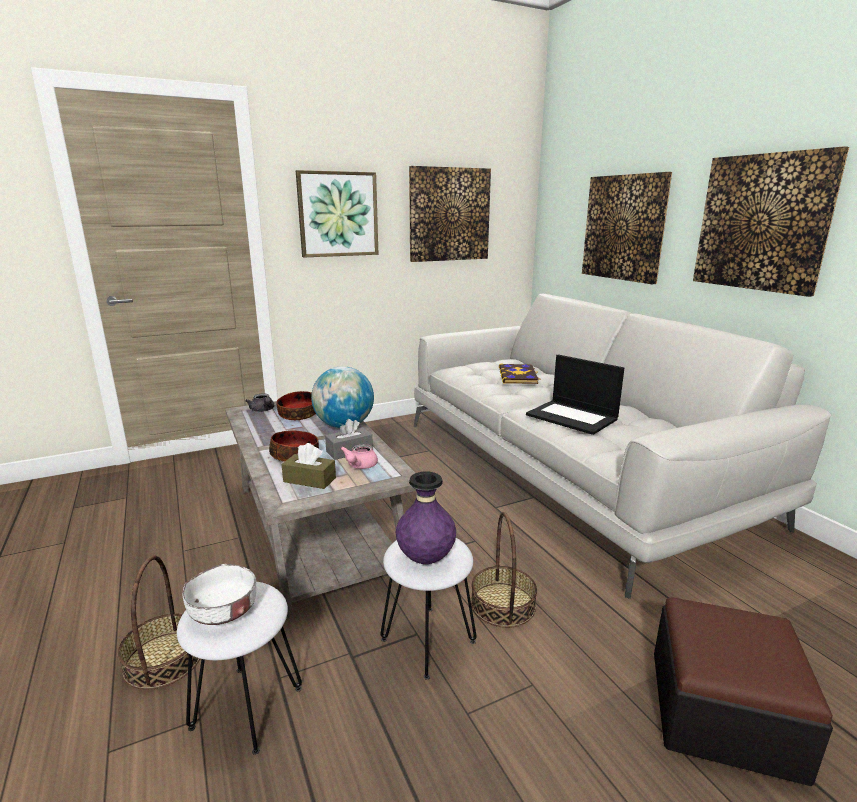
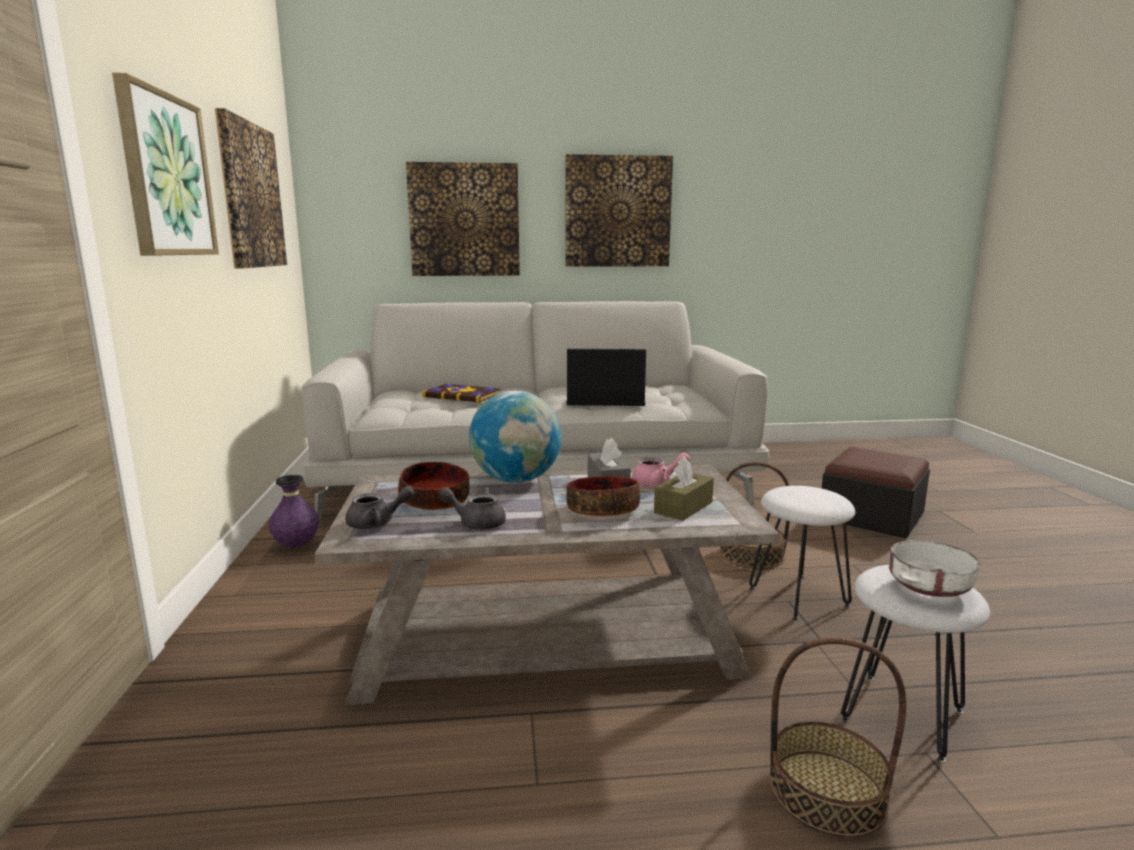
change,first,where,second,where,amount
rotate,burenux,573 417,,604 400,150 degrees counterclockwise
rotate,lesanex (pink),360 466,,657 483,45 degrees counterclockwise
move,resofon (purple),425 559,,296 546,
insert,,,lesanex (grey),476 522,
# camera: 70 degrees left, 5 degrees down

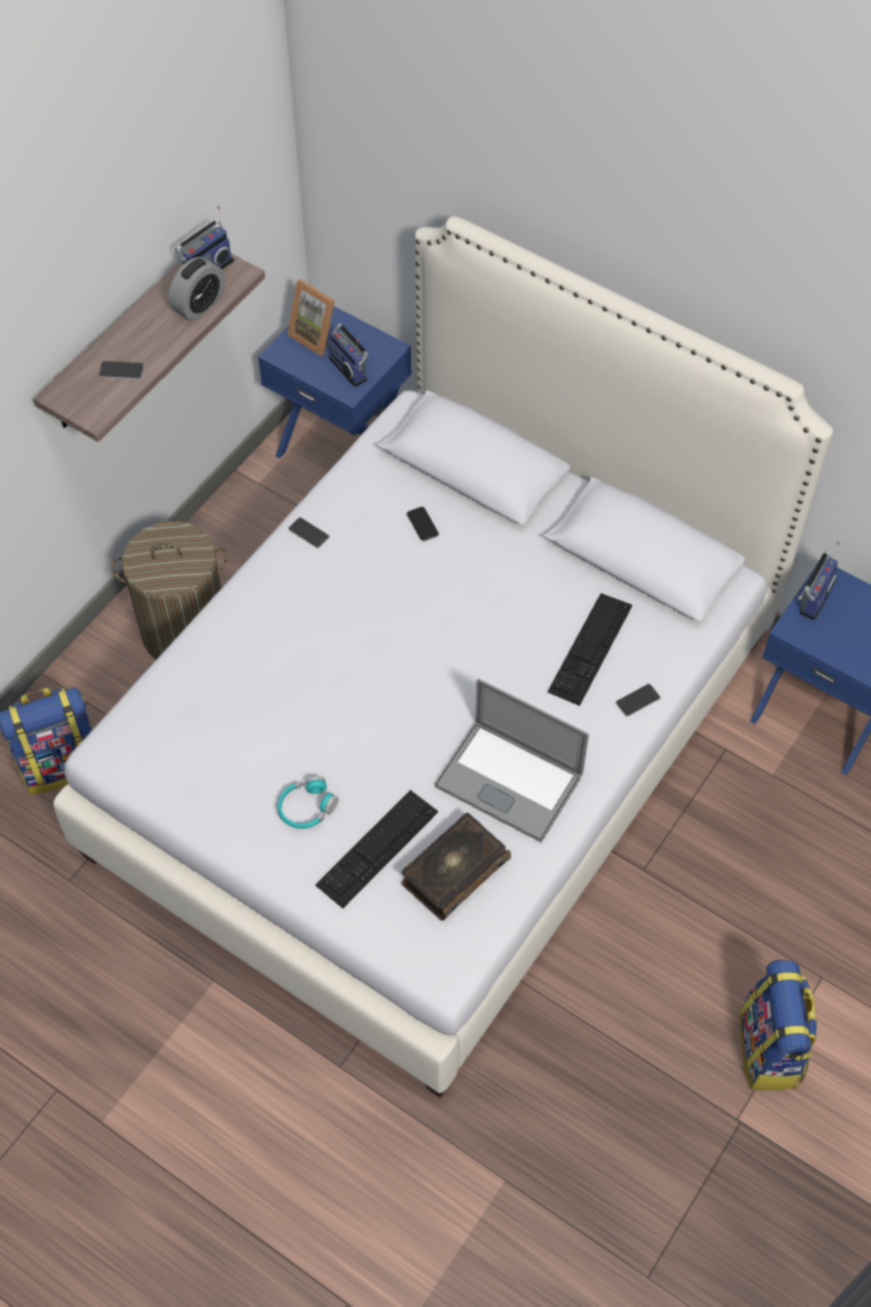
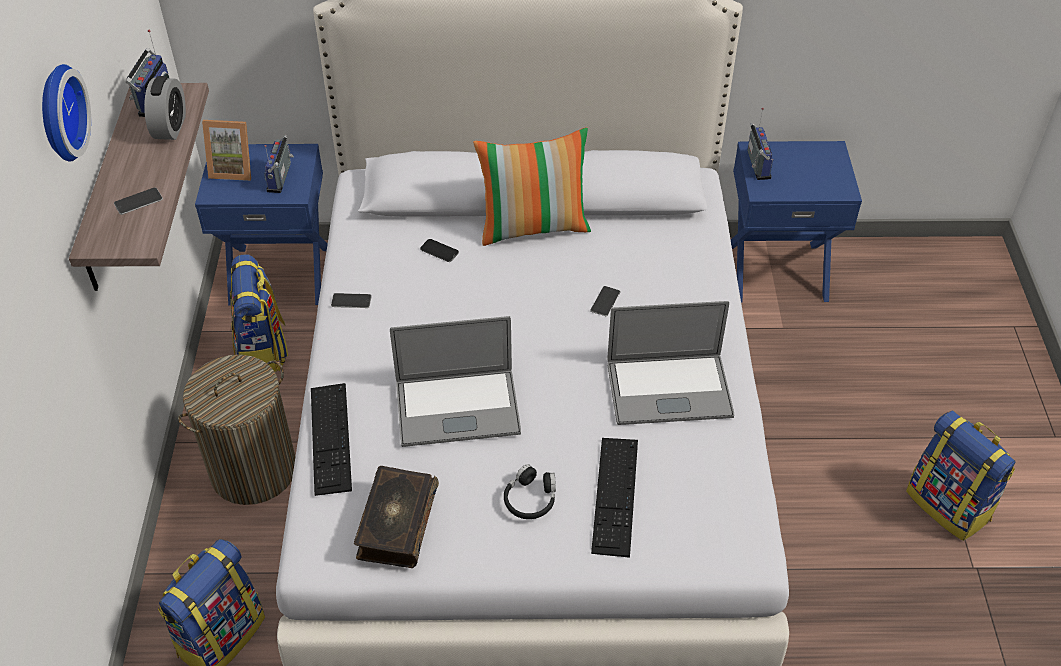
change,first,where,second,where,amount
rotate,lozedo,350 368,,281 178,75 degrees clockwise
move,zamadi,590 648,,330 438,
move,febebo,638 700,,605 301,
recolor,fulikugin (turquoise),307 807,fulikugin (black),530 499,
move,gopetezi,454 871,,396 524,
insert,,,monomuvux,57 113,
insert,,,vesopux,534 226,
insert,,,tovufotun,263 349,
insert,,,burenux,457 408,
# camera: 35 degrees left, 10 degrees down

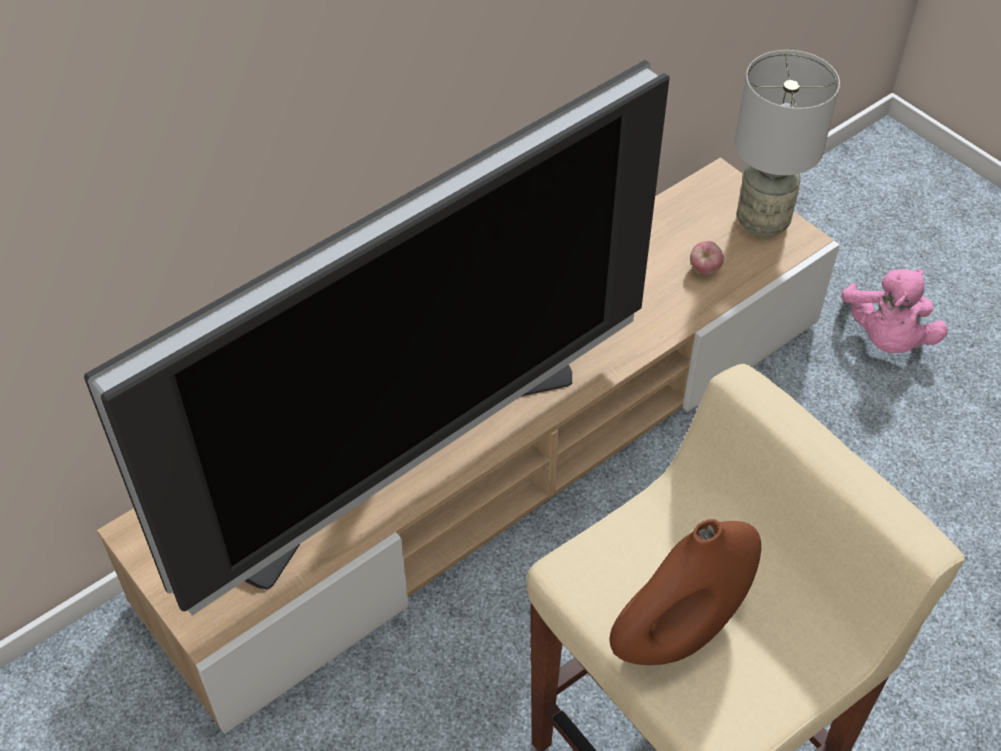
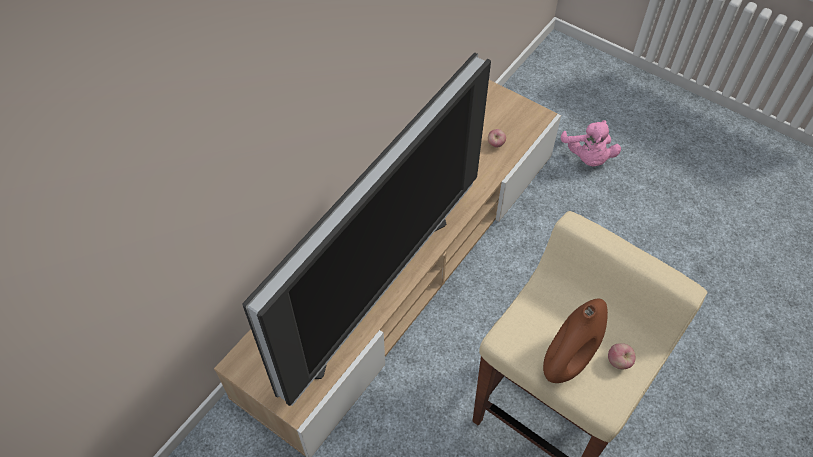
change,first,where,second,where,amount
delete,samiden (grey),763 222,,,
insert,,,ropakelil,618 362,
# camera: 15 degrees left, 5 degrees up

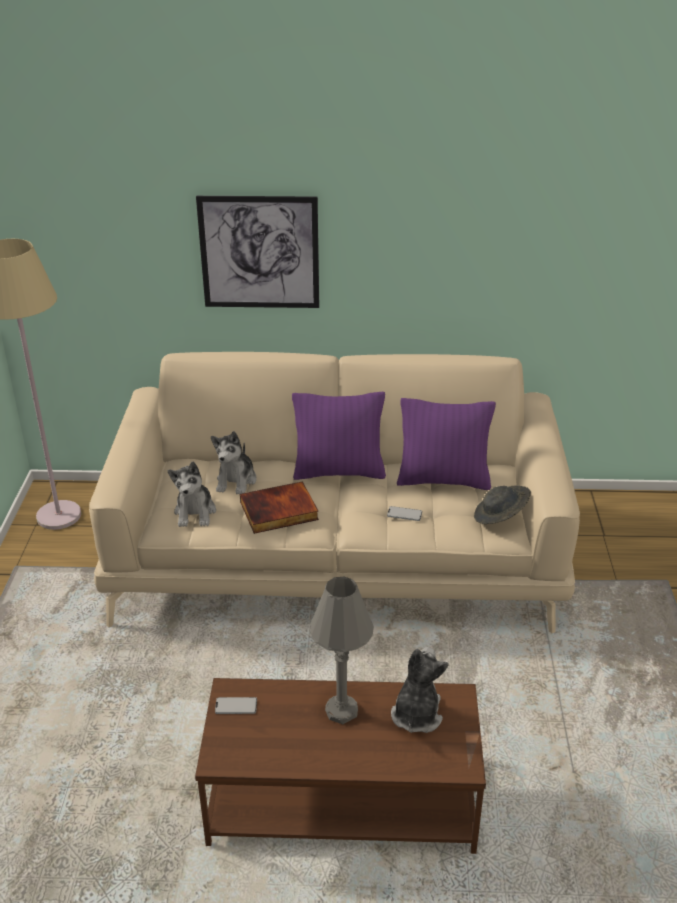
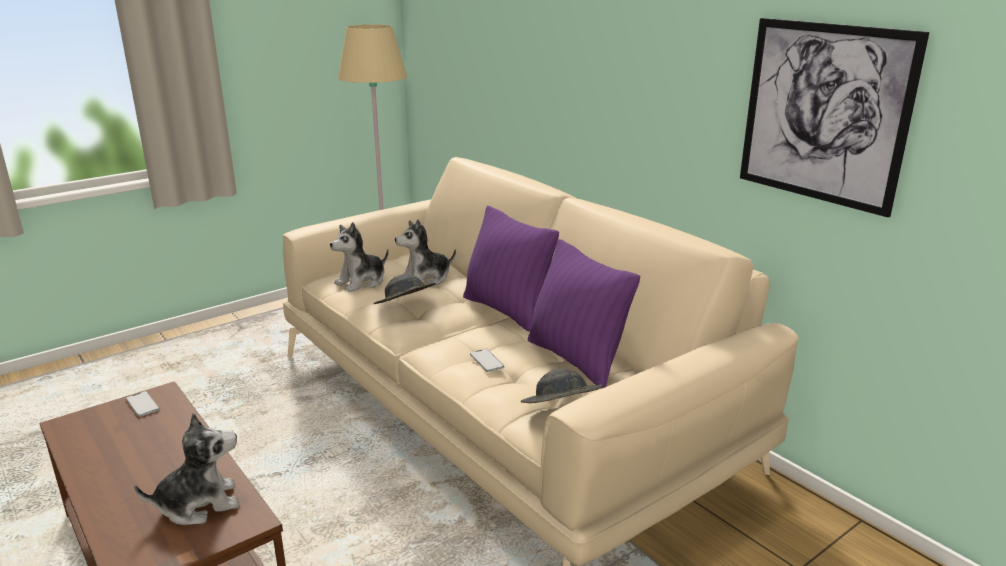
change,first,where,second,where,amount
move,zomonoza,259 252,,823 113,
replace,gopetezi,278 512,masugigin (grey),405 308,
delete,samiden (grey),341 711,,,
# camera: 50 degrees right, 10 degrees down

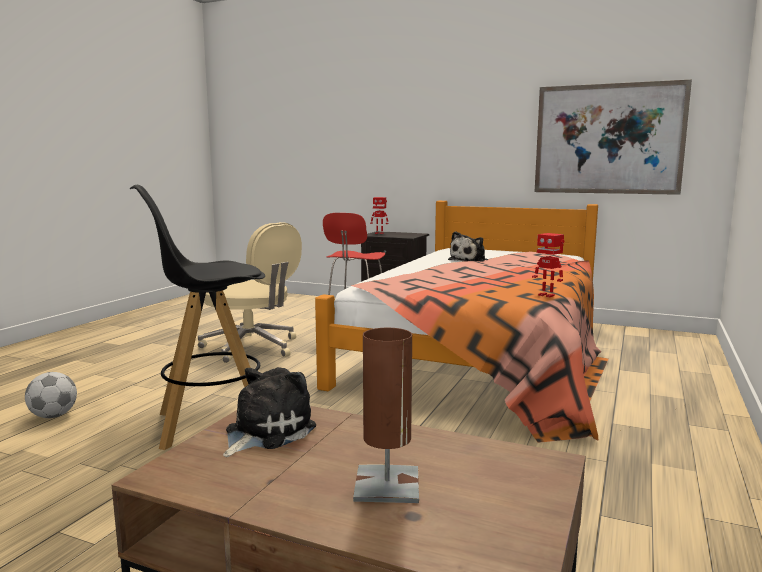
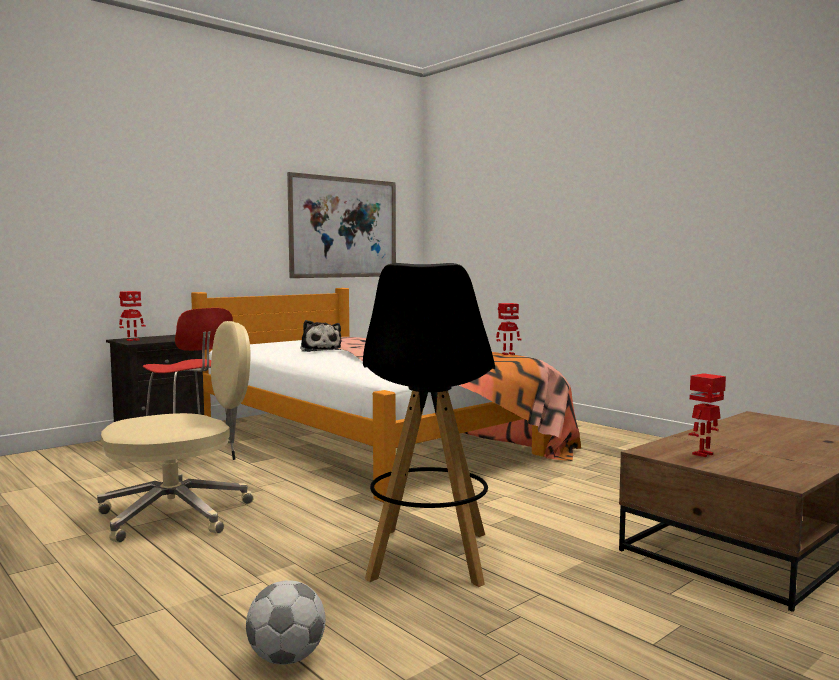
change,first,where,second,where,amount
delete,samiden (brown),387 485,,,
replace,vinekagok,266 432,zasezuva,704 454,
# camera: 65 degrees left, 5 degrees down

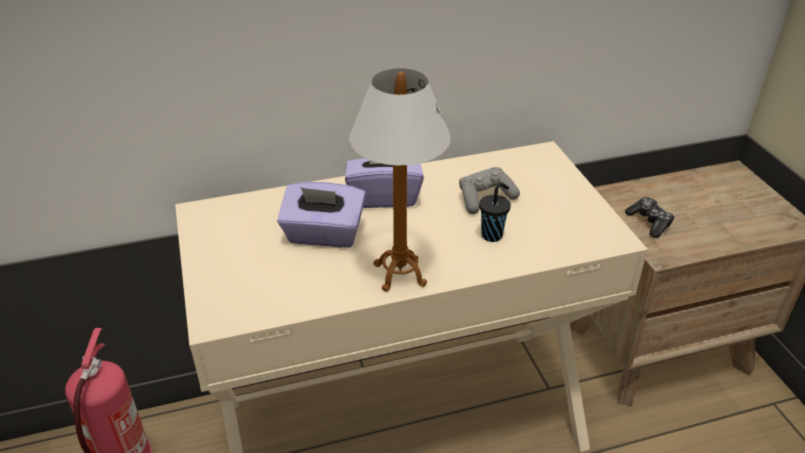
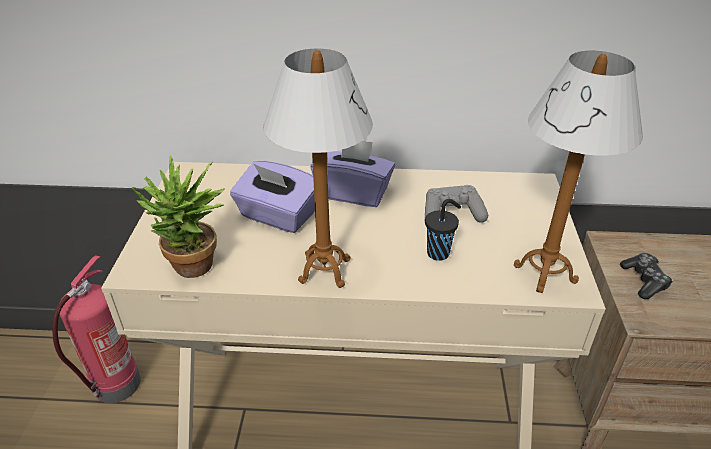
change,first,where,second,where,amount
insert,,,samiden,545 274,
insert,,,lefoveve,194 270,
# camera: 20 degrees right, 0 degrees up

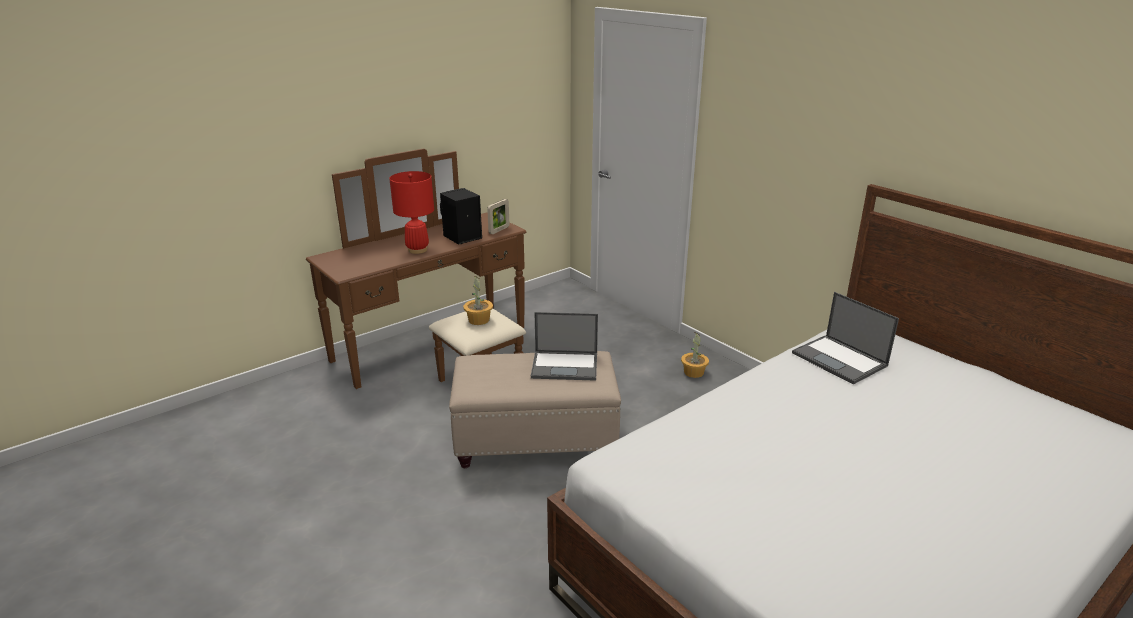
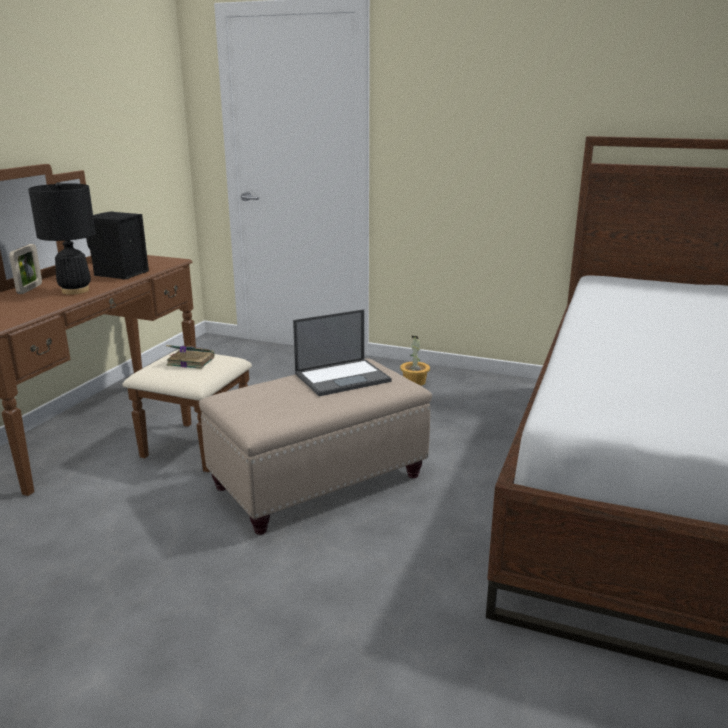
change,first,where,second,where,amount
recolor,samiden (red),417 250,samiden (black),75 291,
move,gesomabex,499 230,,30 289,
replace,lefoveve,478 320,gopetezi,190 361,
delete,burenux,840 360,,,
# camera: 30 degrees left, 5 degrees down

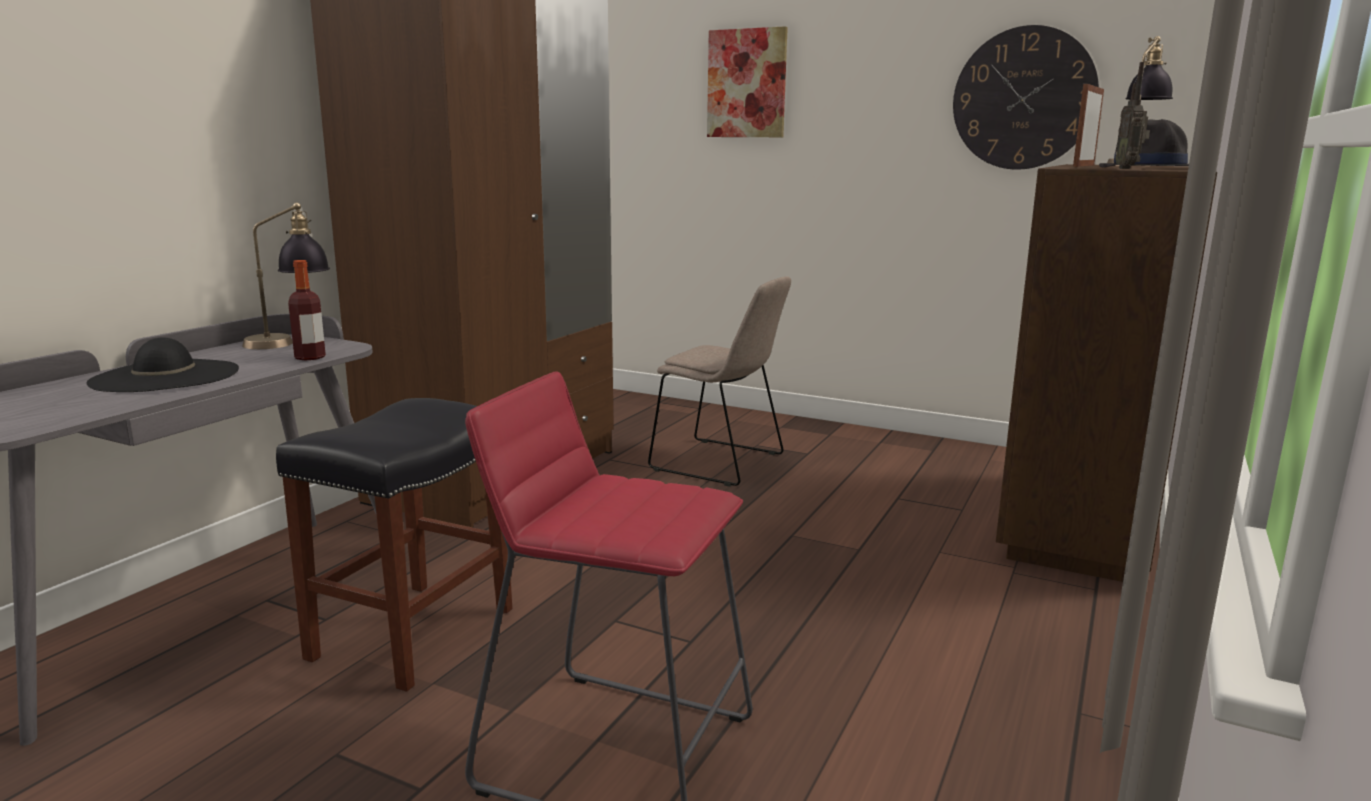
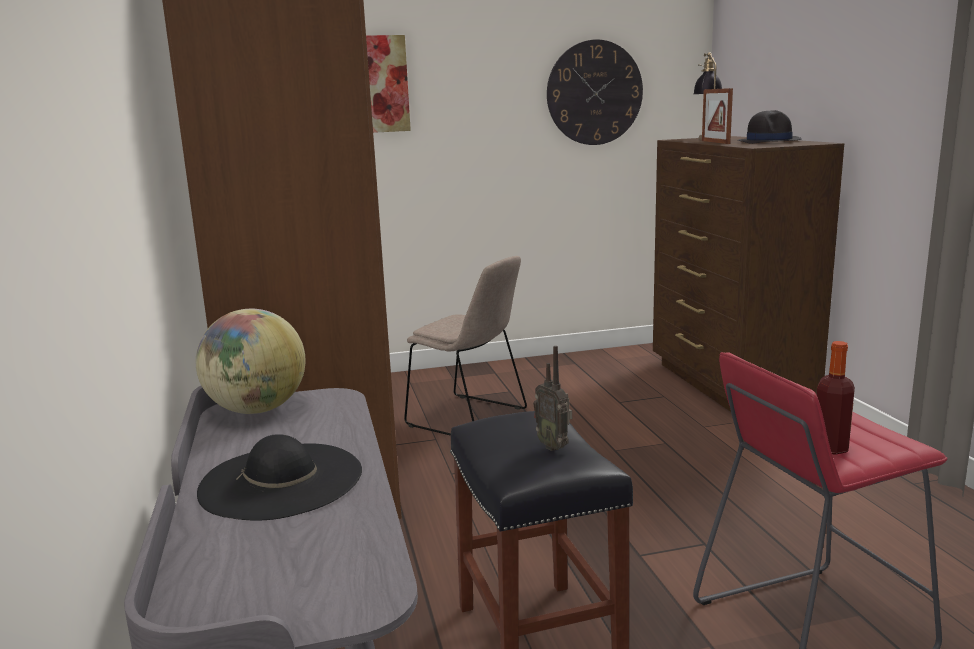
change,first,where,second,where,amount
move,lozedo,1128 168,,554 446,
replace,samiden,290 342,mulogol,257 410,
move,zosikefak,310 357,,830 448,
rotate,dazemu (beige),721 463,,470 418,45 degrees clockwise
# camera: 40 degrees left, 0 degrees up

